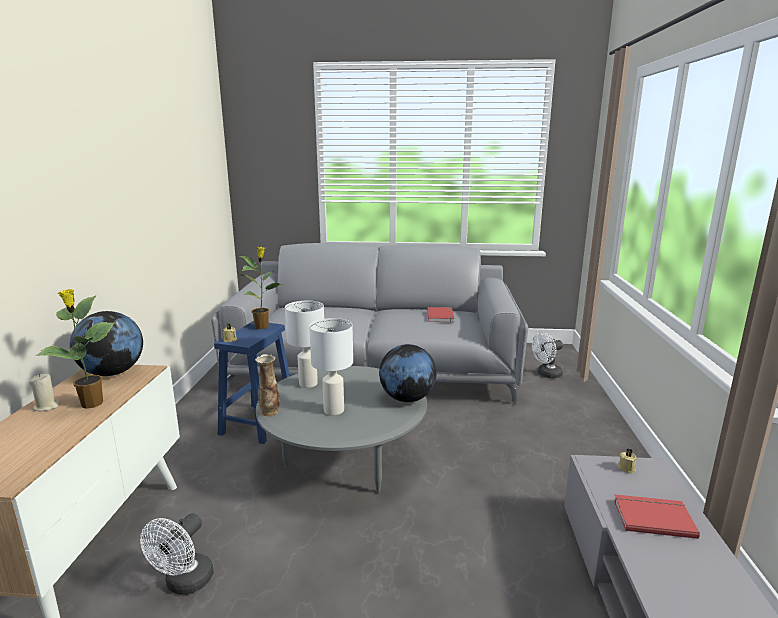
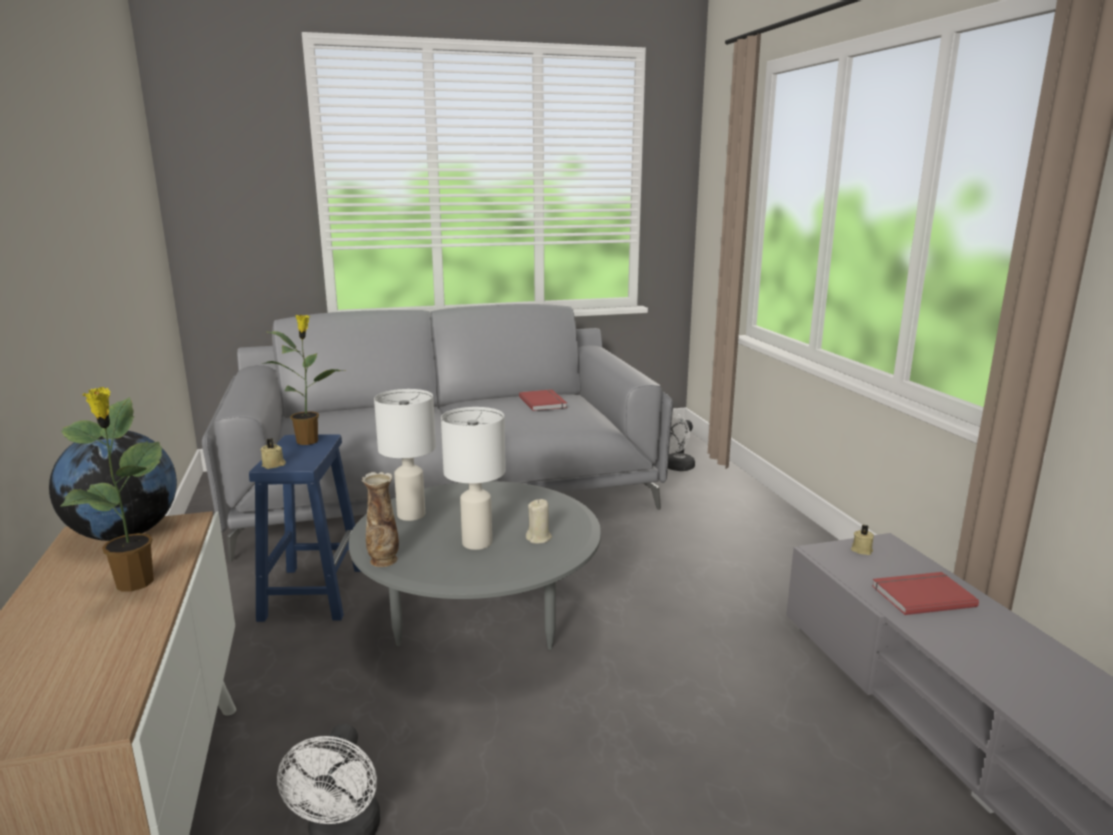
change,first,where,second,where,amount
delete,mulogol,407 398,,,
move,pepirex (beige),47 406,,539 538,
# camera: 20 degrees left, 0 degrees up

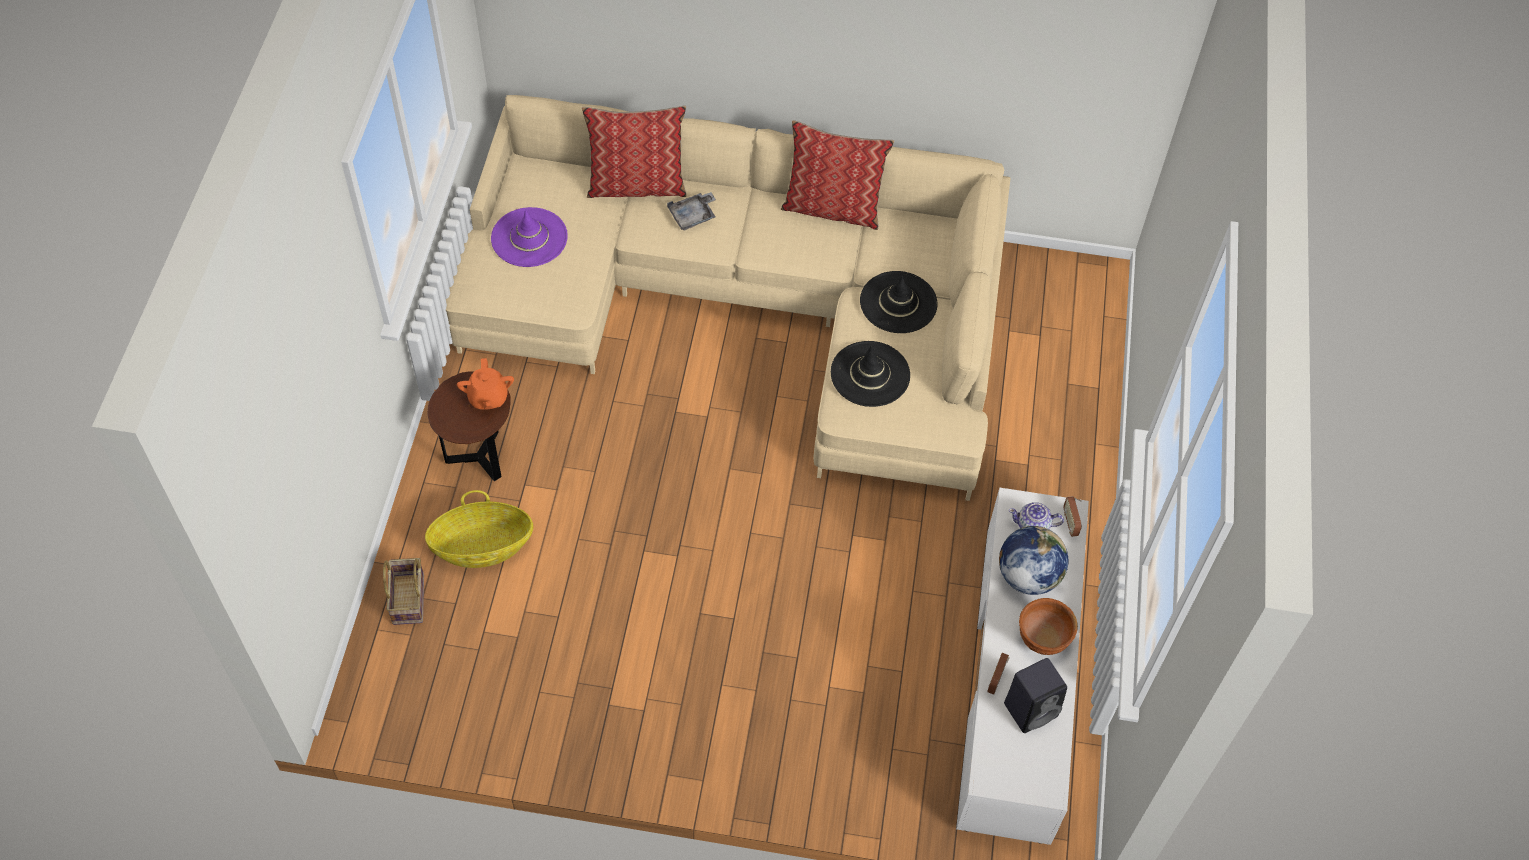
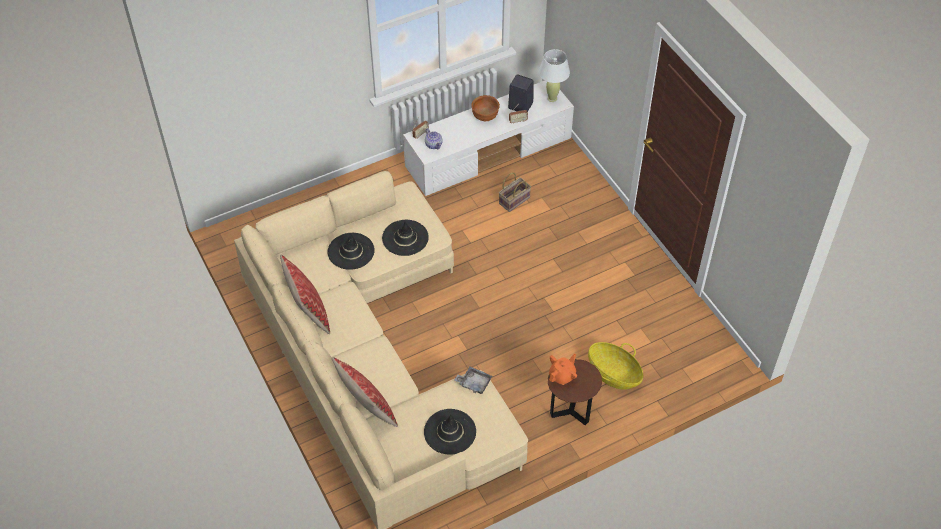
change,first,where,second,where,amount
move,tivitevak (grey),693 216,,474 383,
recolor,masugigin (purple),529 238,masugigin (black),450 432,
delete,mulogol,1027 576,,,
move,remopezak,409 600,,514 200,
insert,,,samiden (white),552 98,
# camera: 125 degrees left, 5 degrees down

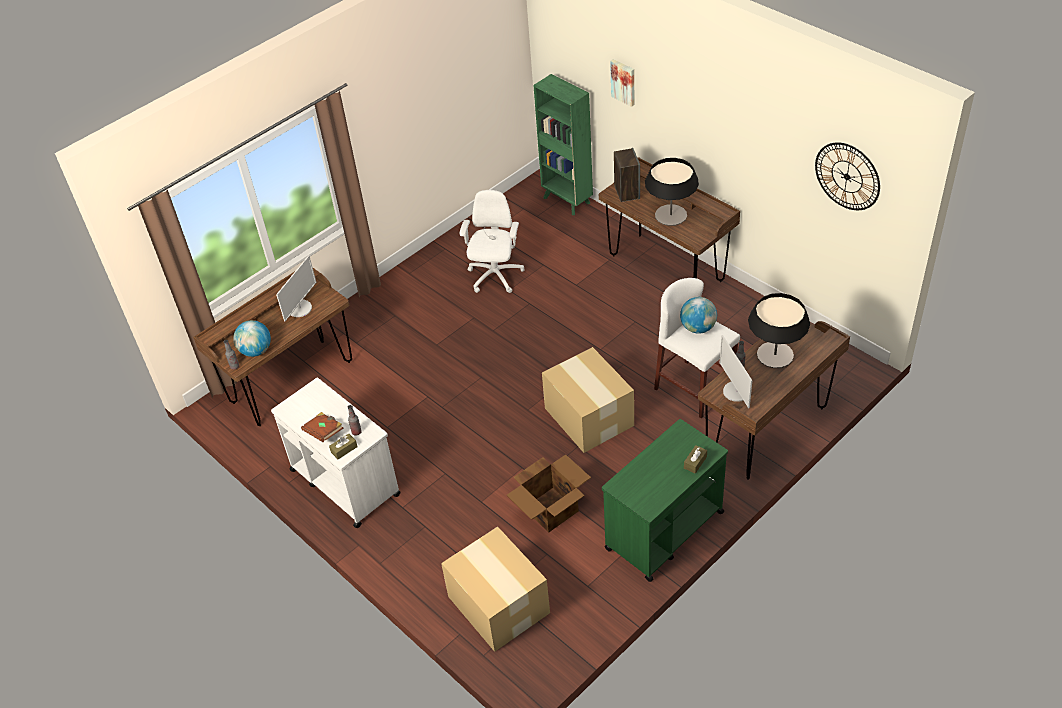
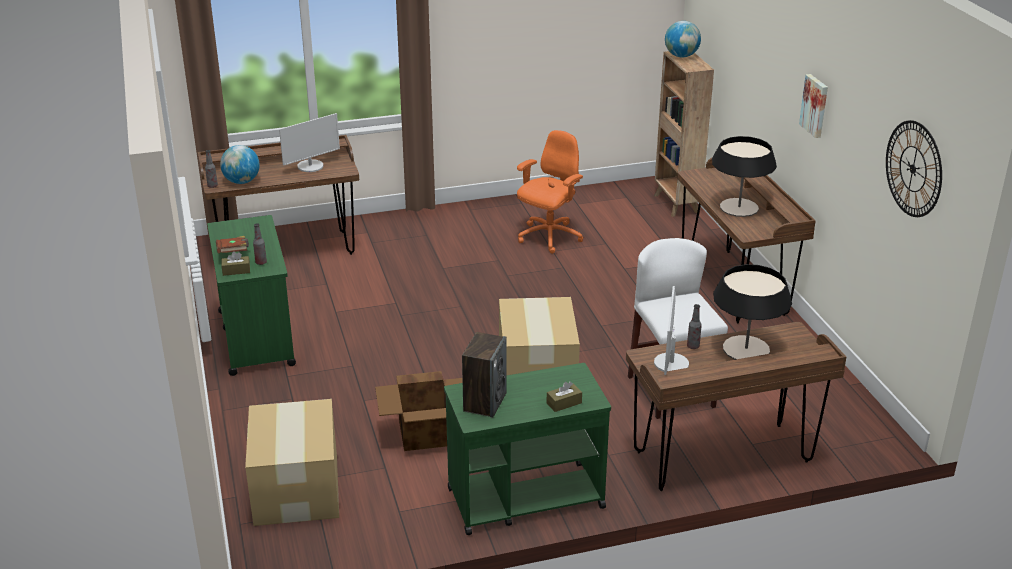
change,first,where,second,where,amount
move,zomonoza,623 82,,815 105,
recolor,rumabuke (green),567 201,rumabuke (brown),676 204,
move,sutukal,626 192,,484 402,
recolor,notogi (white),495 277,notogi (orange),548 237,
move,mulogol,698 328,,681 56,
recolor,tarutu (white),344 482,tarutu (green),256 337,
# camera: 25 degrees right, 15 degrees down

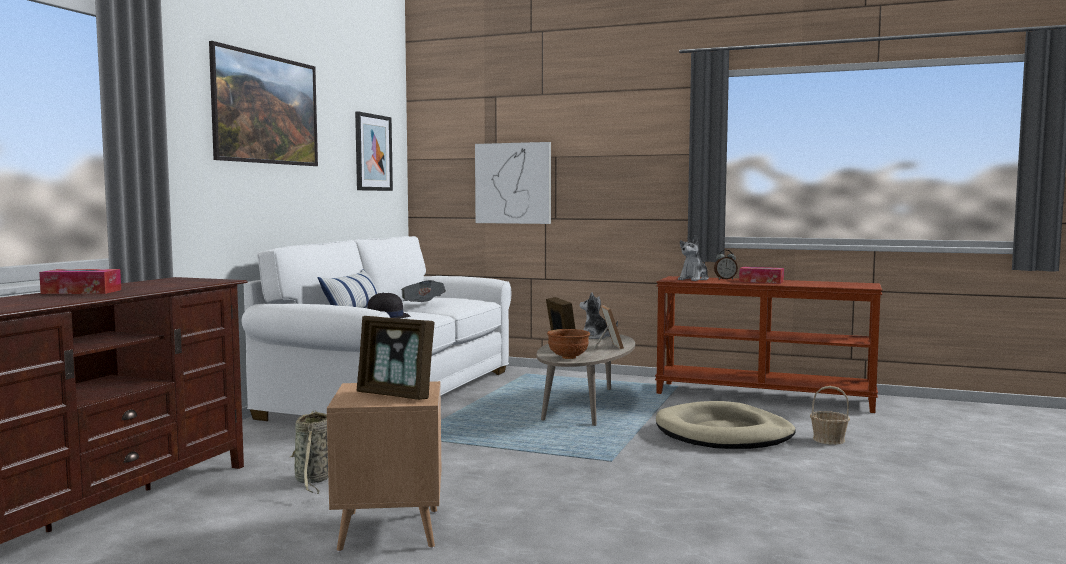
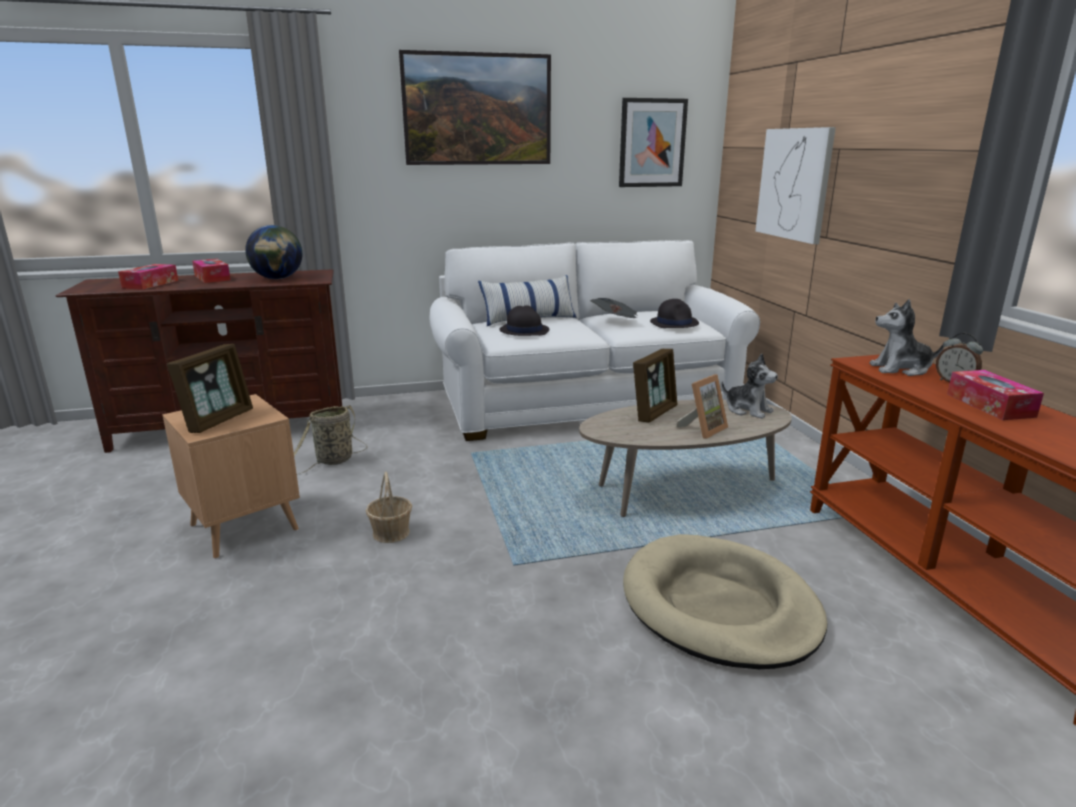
change,first,where,second,where,amount
rotate,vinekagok,596 337,,747 410,135 degrees clockwise
rotate,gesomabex,396 395,,218 420,150 degrees counterclockwise
delete,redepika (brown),568 358,,,
move,remopezak,828 440,,391 533,
insert,,,mulogol,278 278,
insert,,,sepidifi,150 284,
insert,,,masugigin (black),674 323,
# camera: 55 degrees right, 15 degrees up

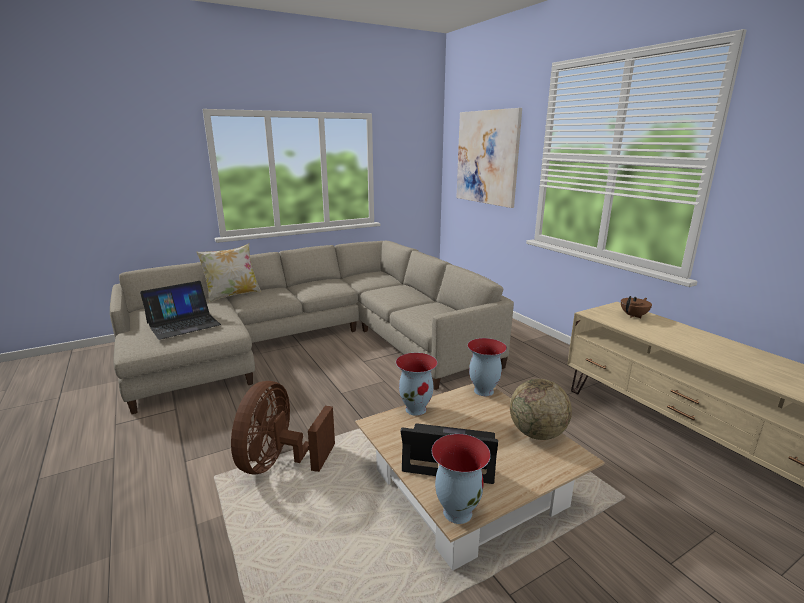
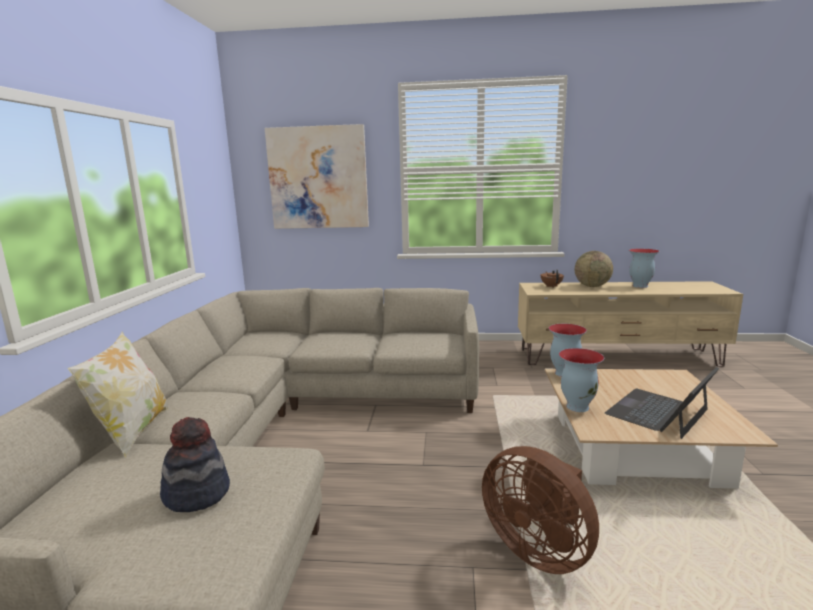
change,first,where,second,where,amount
replace,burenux,183 323,masugigin,197 494,
move,mulogol,537 433,,592 286,
move,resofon,457 511,,639 286,
# camera: 55 degrees left, 5 degrees down

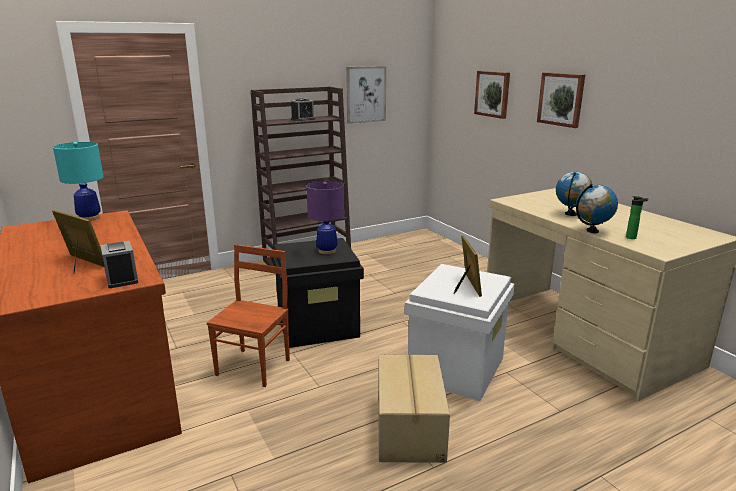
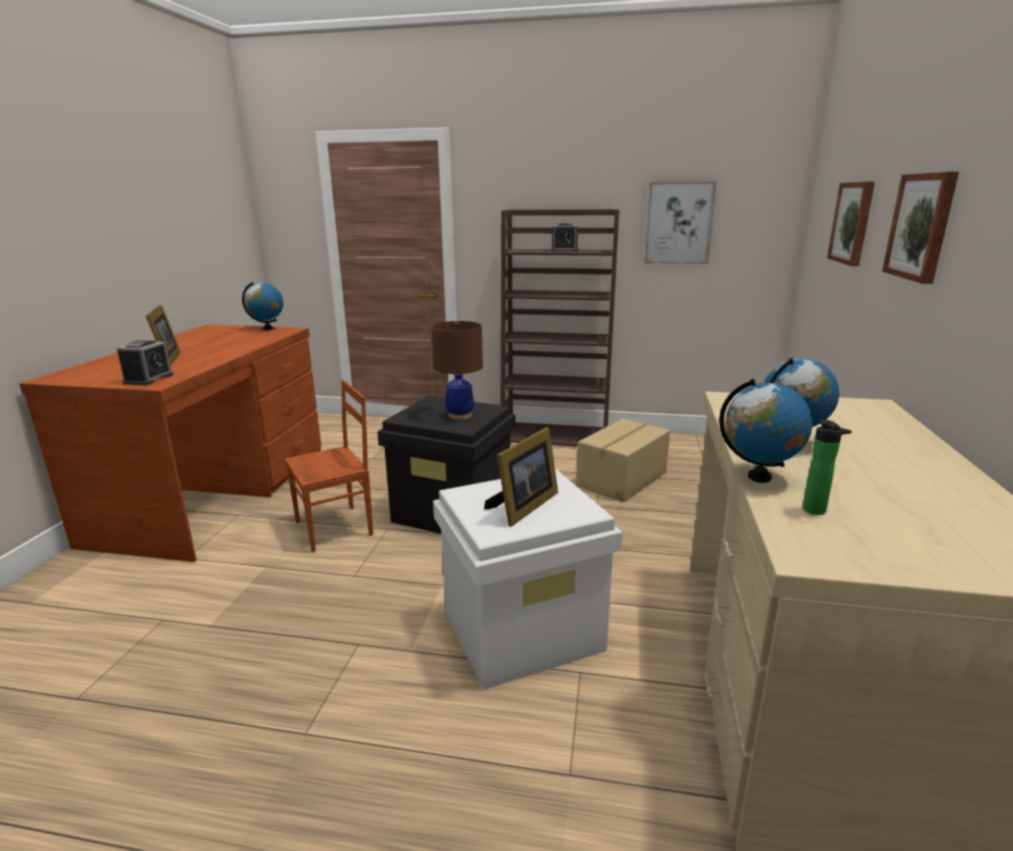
change,first,where,second,where,amount
replace,samiden (turquoise),89 218,mulogol,267 328,
recolor,samiden (purple),326 251,samiden (brown),459 415,
move,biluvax,411 427,,623 479,
# camera: 40 degrees right, 0 degrees up

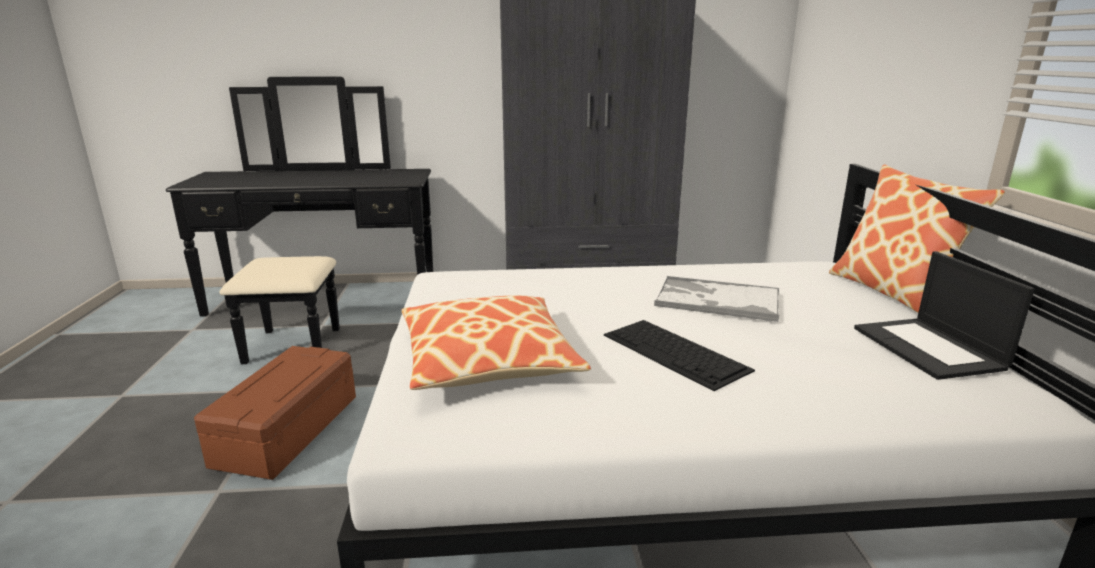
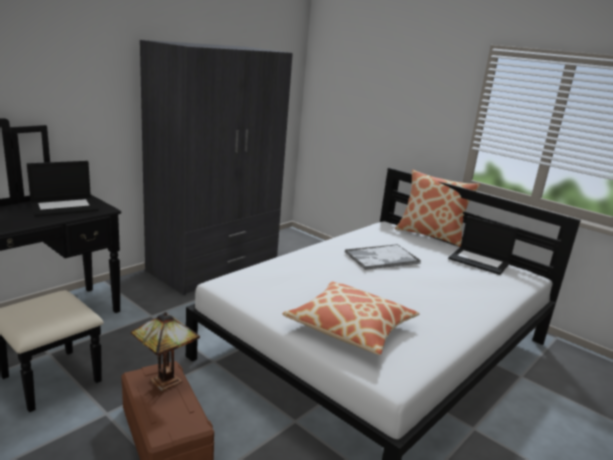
change,first,where,second,where,amount
delete,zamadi,676 352,,,
insert,,,burenux,65 207,
insert,,,samiden,163 380,
# camera: 45 degrees left, 0 degrees up

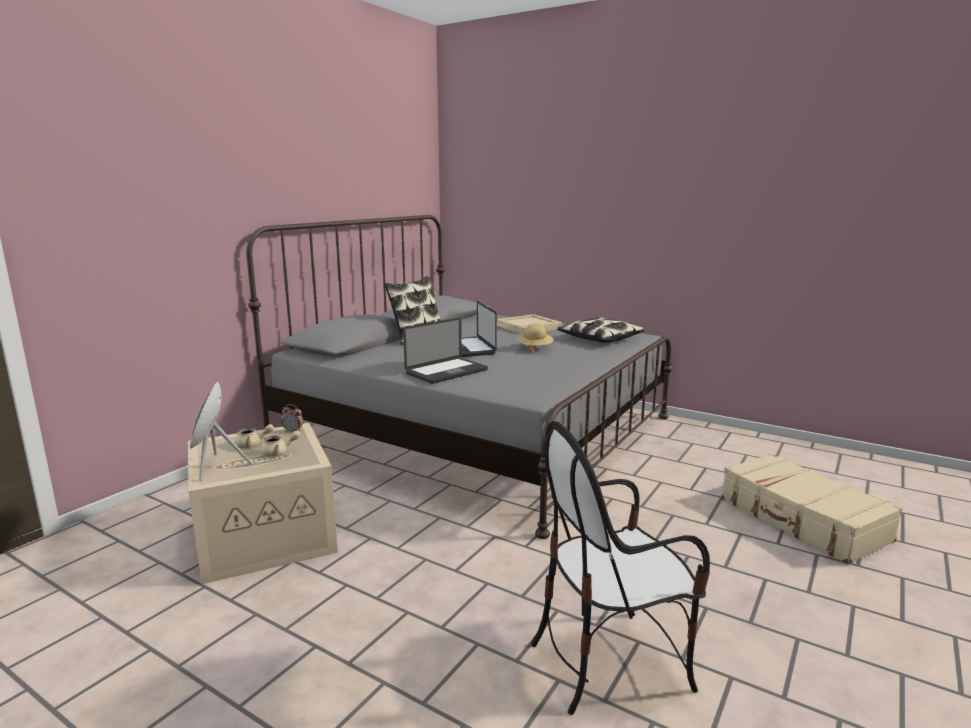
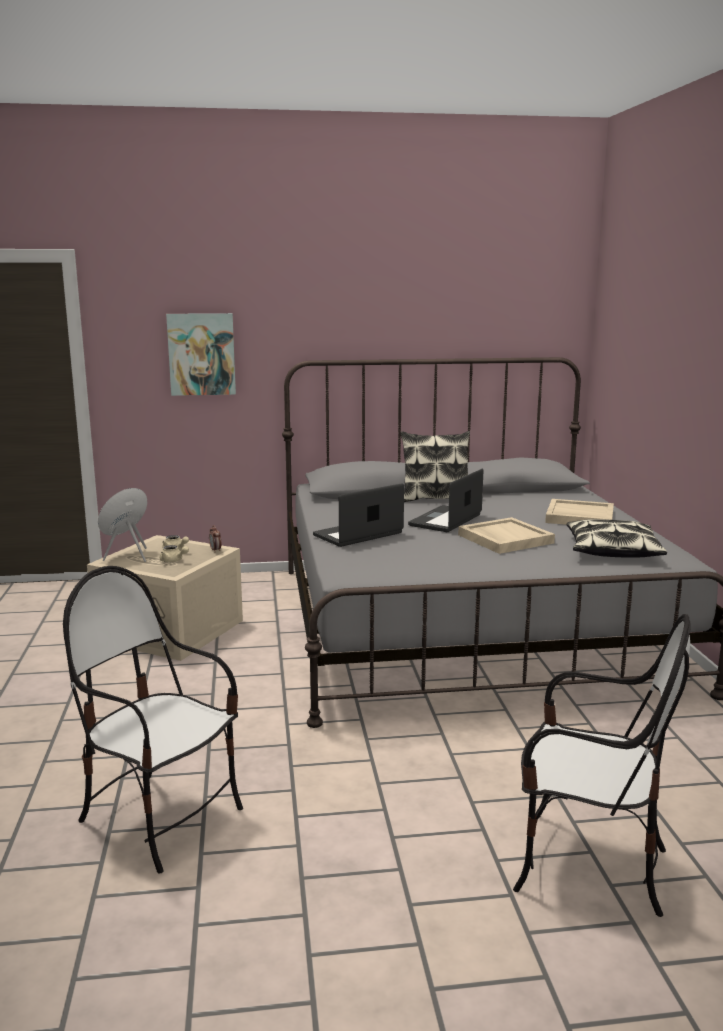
change,first,where,second,where,amount
rotate,burenux,447 372,,358 534,135 degrees clockwise
replace,masugigin (beige),534 348,tivitevak (beige),504 539,
replace,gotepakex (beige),802 520,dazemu,588 866,
insert,,,zomonoza,201 354,
# camera: 50 degrees right, 0 degrees up

